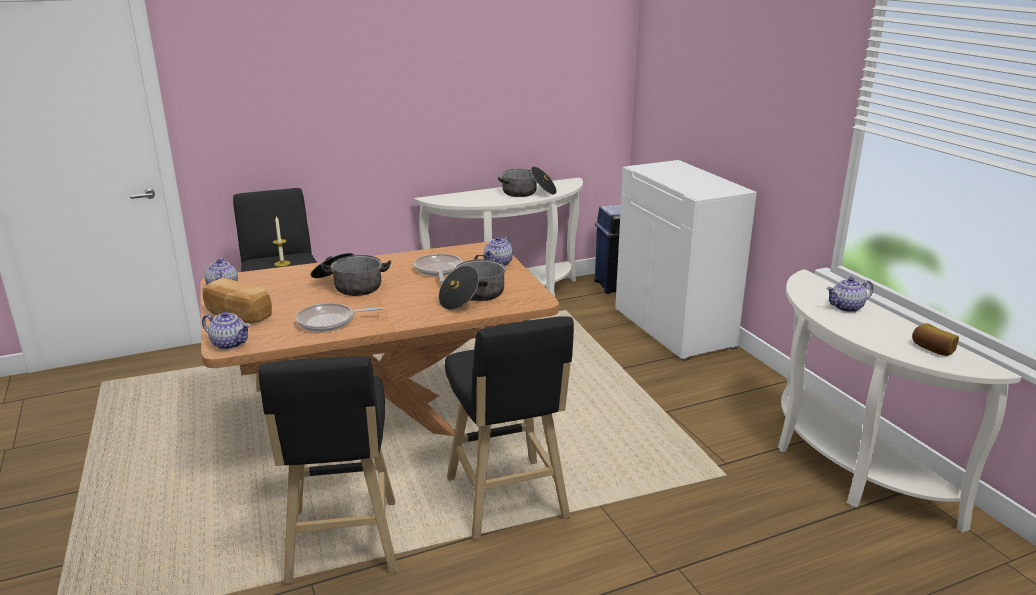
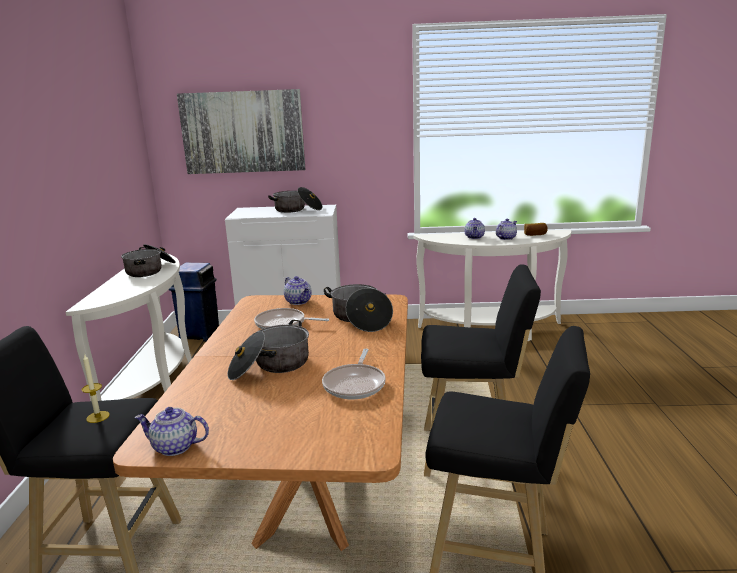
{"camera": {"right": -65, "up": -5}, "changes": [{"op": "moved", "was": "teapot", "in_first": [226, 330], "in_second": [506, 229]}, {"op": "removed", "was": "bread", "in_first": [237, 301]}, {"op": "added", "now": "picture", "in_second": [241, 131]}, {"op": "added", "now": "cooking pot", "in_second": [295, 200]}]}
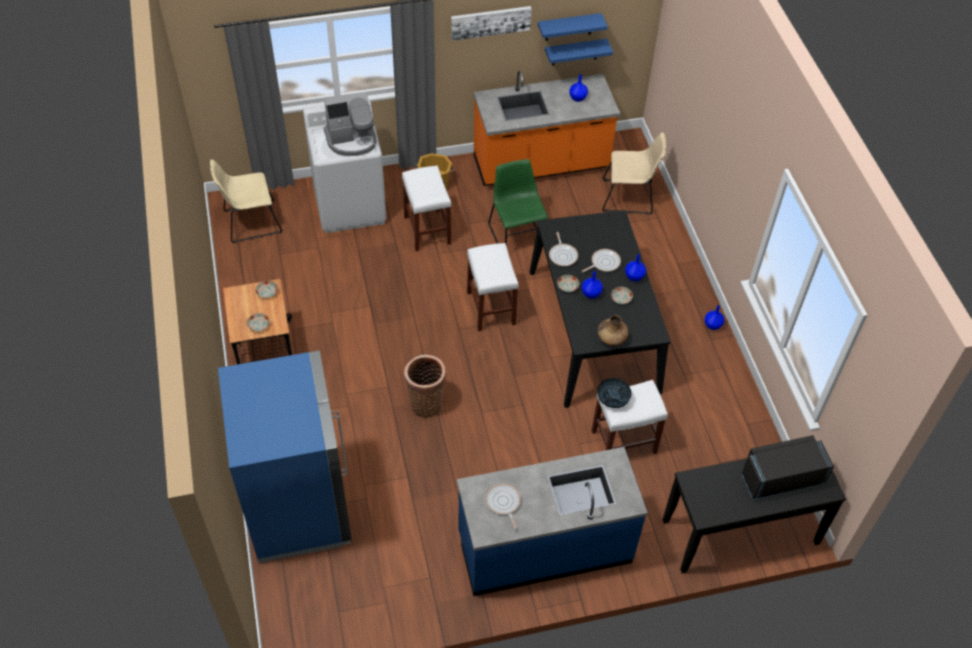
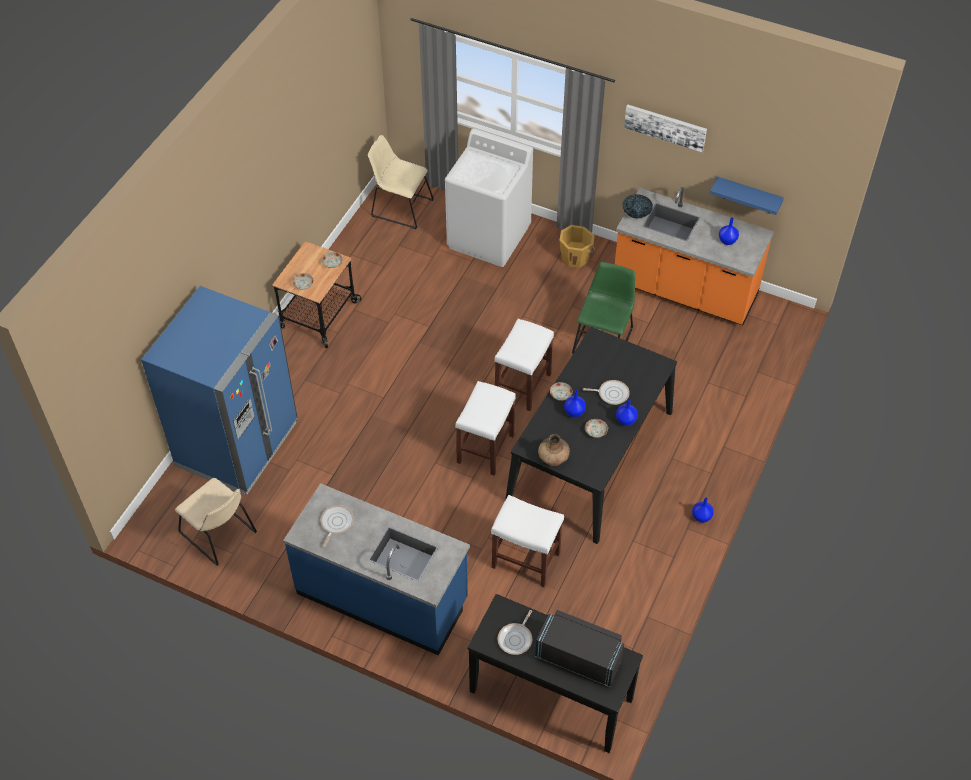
{"camera": {"right": 40, "up": 0}, "changes": [{"op": "removed", "was": "coffee machine", "in_first": [350, 124]}, {"op": "moved", "was": "stool (white)", "in_first": [427, 208], "in_second": [485, 428]}, {"op": "removed", "was": "basket", "in_first": [425, 386]}, {"op": "removed", "was": "shelf (blue)", "in_first": [573, 27]}, {"op": "moved", "was": "frying pan", "in_first": [563, 249], "in_second": [515, 632]}, {"op": "moved", "was": "bowl", "in_first": [614, 393], "in_second": [638, 206]}, {"op": "moved", "was": "chair (beige)", "in_first": [634, 173], "in_second": [216, 522]}]}
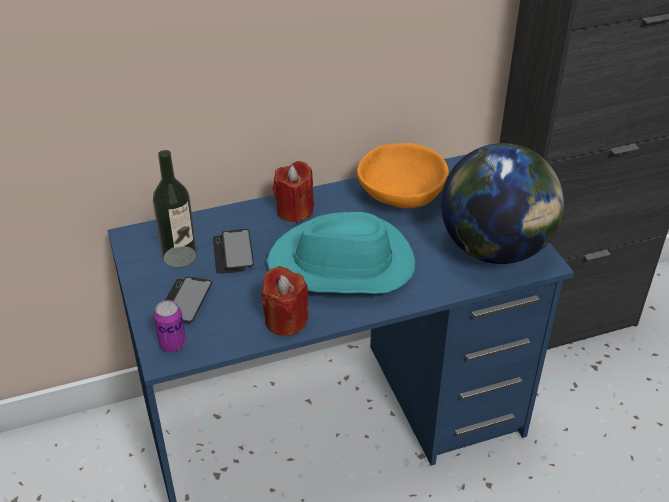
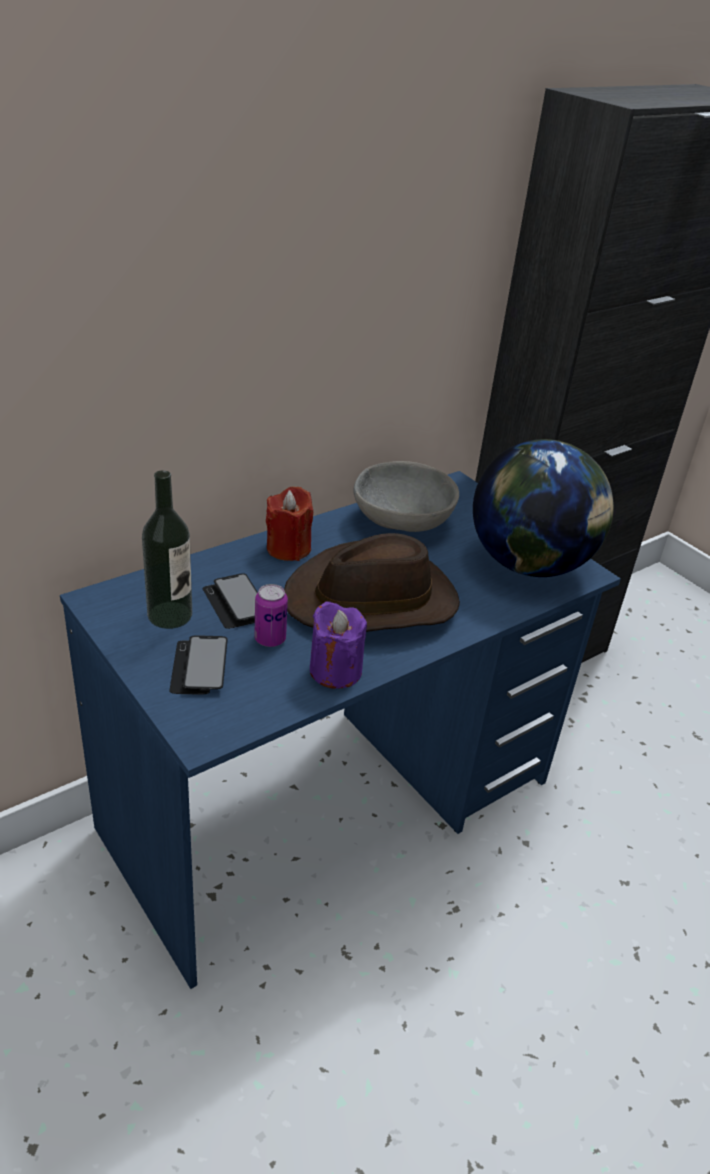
{"camera": {"right": -20, "up": -5}, "changes": [{"op": "moved", "was": "can", "in_first": [170, 326], "in_second": [271, 615]}, {"op": "recoloured", "was": "candle (red)", "now": "candle (purple)", "in_first": [285, 301], "in_second": [338, 645]}, {"op": "recoloured", "was": "hat (turquoise)", "now": "hat (brown)", "in_first": [341, 253], "in_second": [372, 582]}, {"op": "recoloured", "was": "bowl (orange)", "now": "bowl (grey)", "in_first": [403, 175], "in_second": [406, 496]}]}
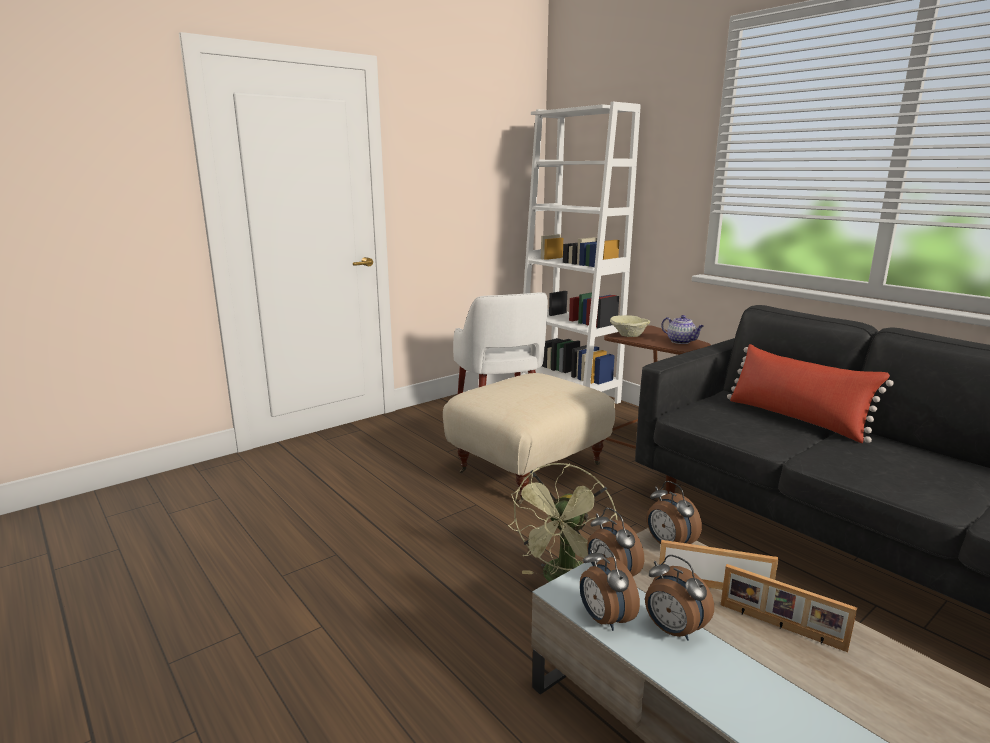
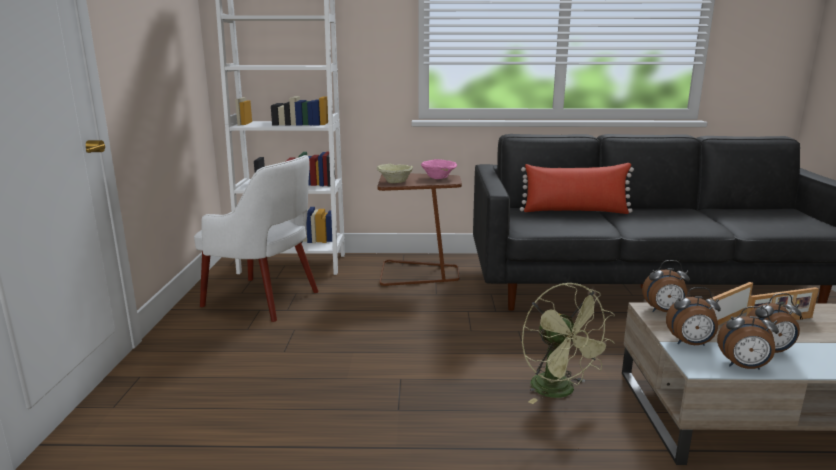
{"camera": {"right": -50, "up": 0}, "changes": [{"op": "removed", "was": "ottoman (beige)", "in_first": [529, 438]}, {"op": "replaced", "was": "teapot", "now": "bowl (pink)", "in_first": [682, 329], "in_second": [439, 169]}]}
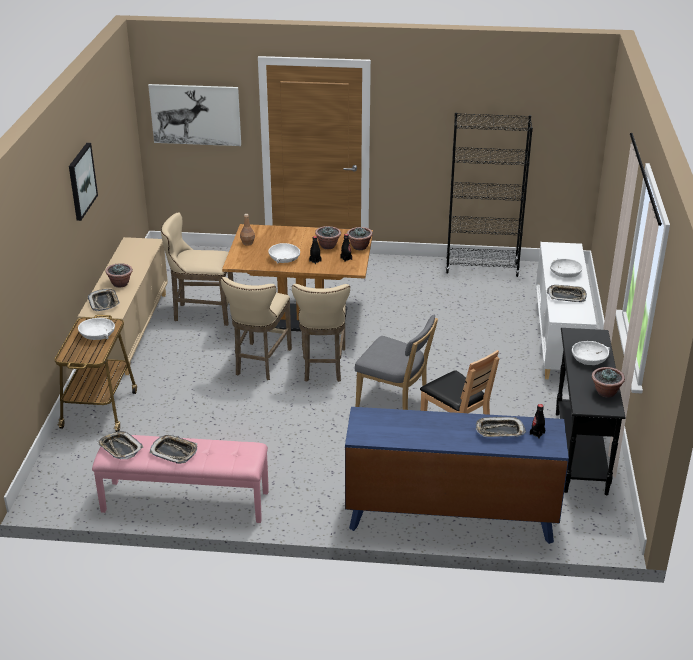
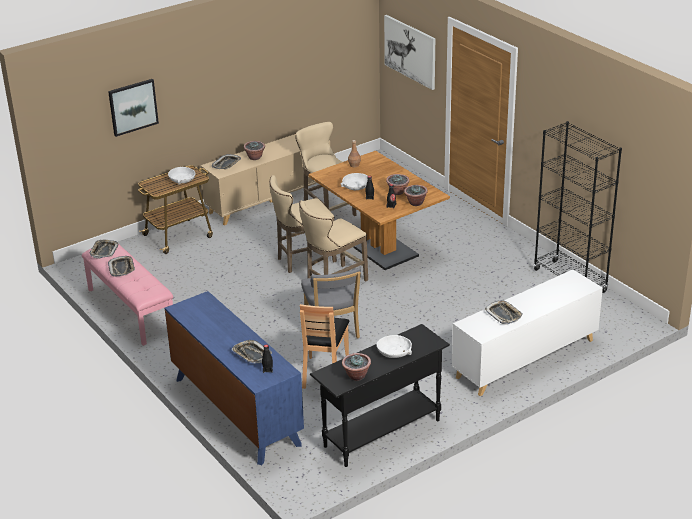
{"camera": {"right": 50, "up": 0}, "changes": [{"op": "moved", "was": "picture", "in_first": [83, 182], "in_second": [133, 108]}, {"op": "removed", "was": "bowl (white)", "in_first": [566, 268]}]}
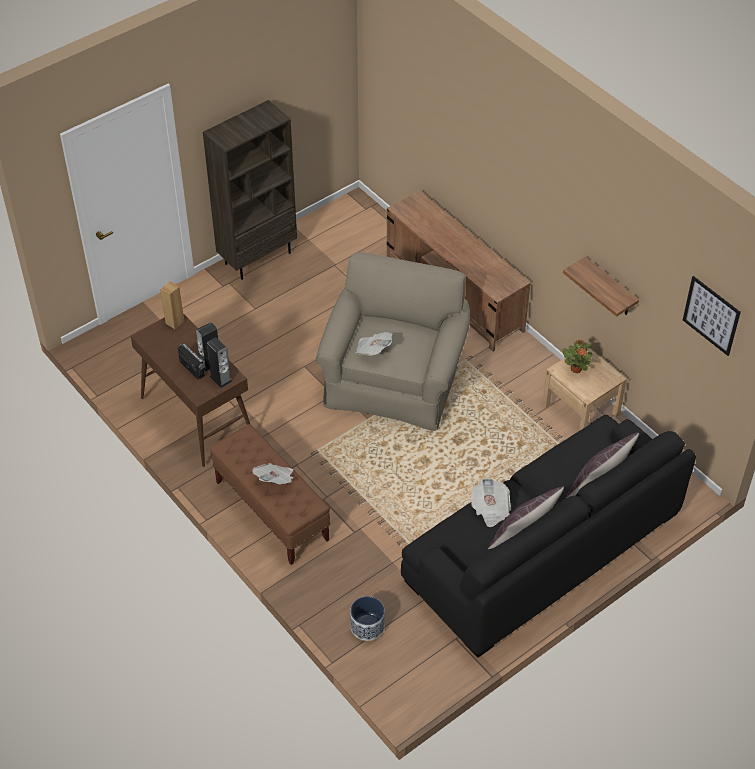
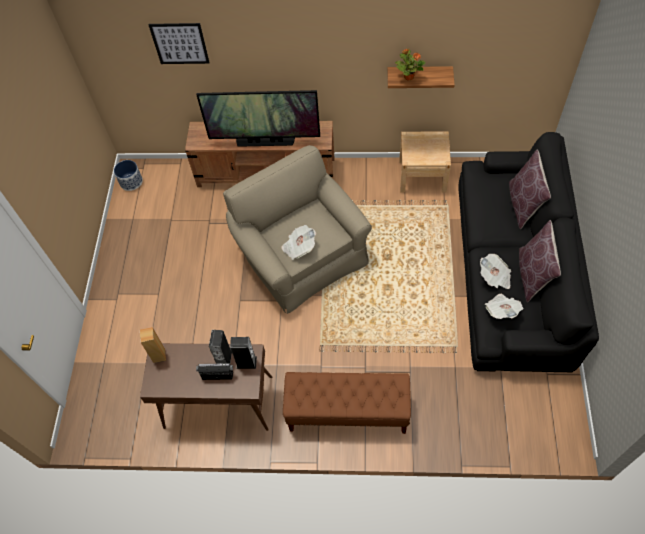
{"camera": {"right": -45, "up": 10}, "changes": [{"op": "removed", "was": "bookcase (brown)", "in_first": [250, 190]}, {"op": "moved", "was": "newspaper", "in_first": [272, 473], "in_second": [504, 306]}, {"op": "moved", "was": "planter", "in_first": [367, 618], "in_second": [128, 175]}, {"op": "moved", "was": "potted plant", "in_first": [577, 356], "in_second": [410, 65]}, {"op": "moved", "was": "picture", "in_first": [712, 316], "in_second": [179, 43]}, {"op": "added", "now": "television", "in_second": [258, 118]}]}
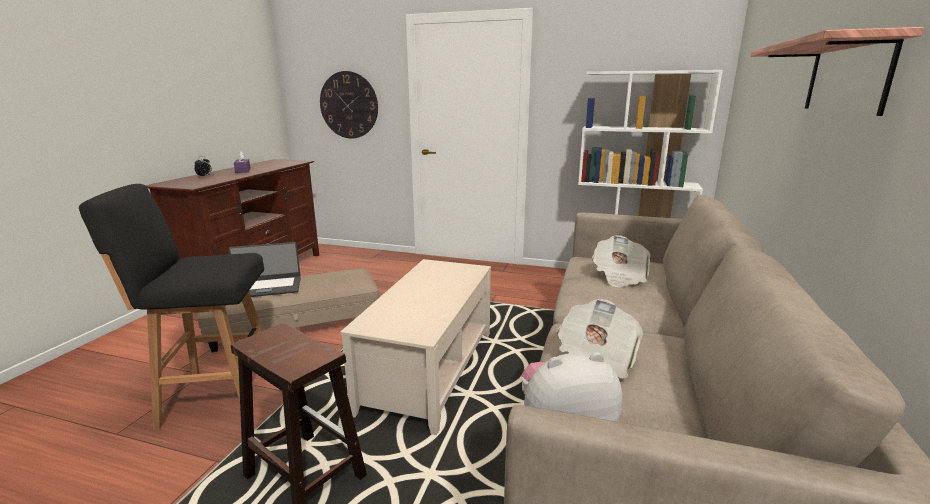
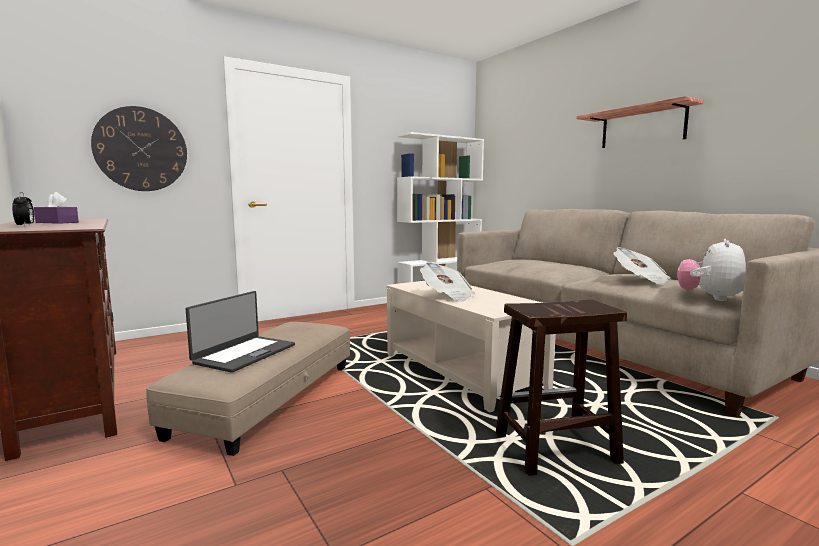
{"camera": {"right": -50, "up": -10}, "changes": [{"op": "removed", "was": "stool (black)", "in_first": [171, 307]}, {"op": "moved", "was": "newspaper", "in_first": [621, 261], "in_second": [447, 282]}]}
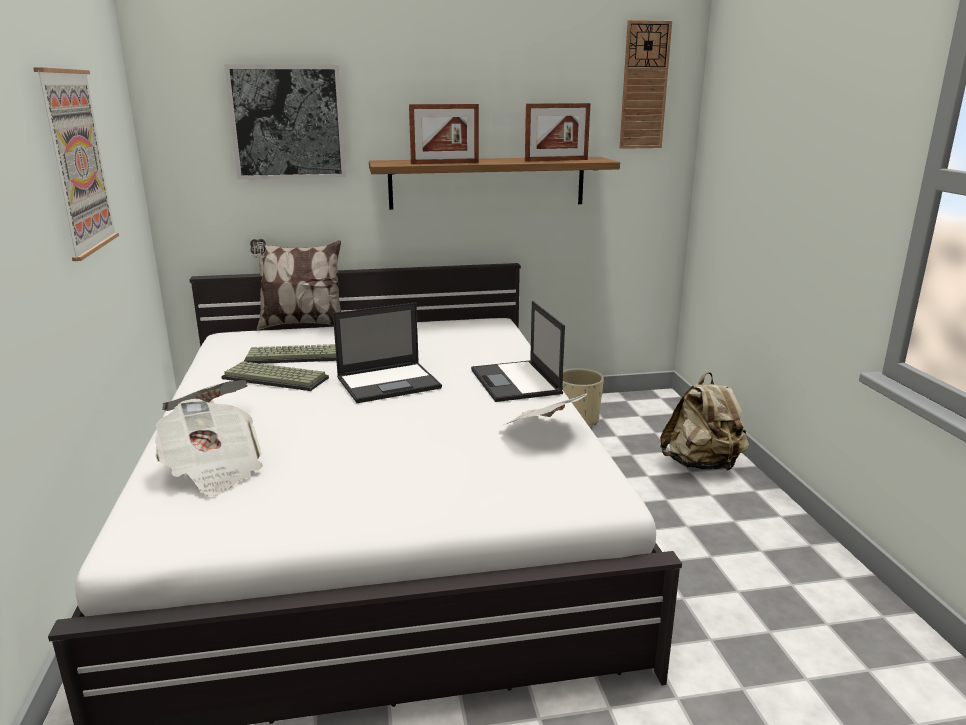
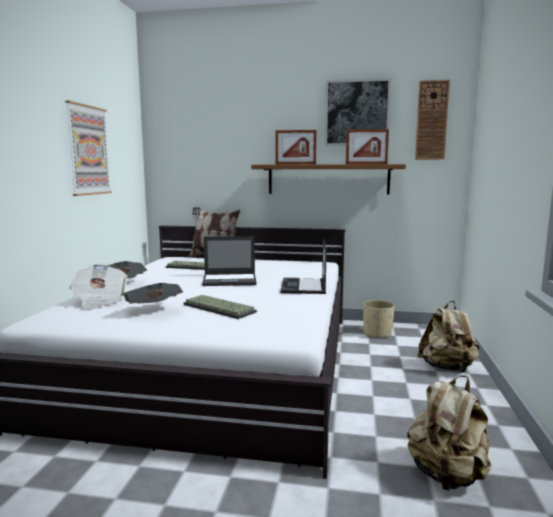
{"camera": {"right": 20, "up": -10}, "changes": [{"op": "moved", "was": "keyboard", "in_first": [275, 376], "in_second": [220, 307]}, {"op": "moved", "was": "picture", "in_first": [285, 121], "in_second": [358, 112]}, {"op": "moved", "was": "newspaper", "in_first": [547, 408], "in_second": [153, 293]}, {"op": "added", "now": "backpack (beige)", "in_second": [449, 433]}]}
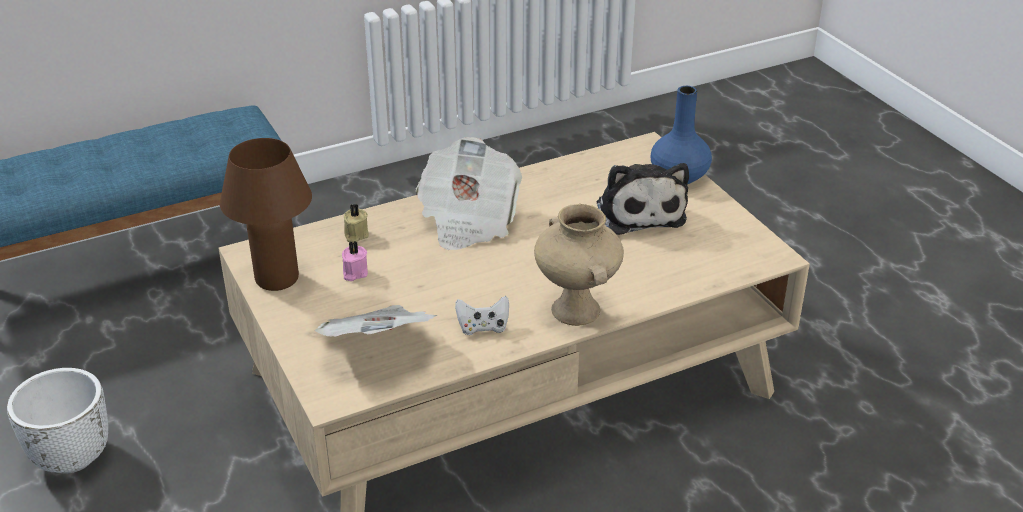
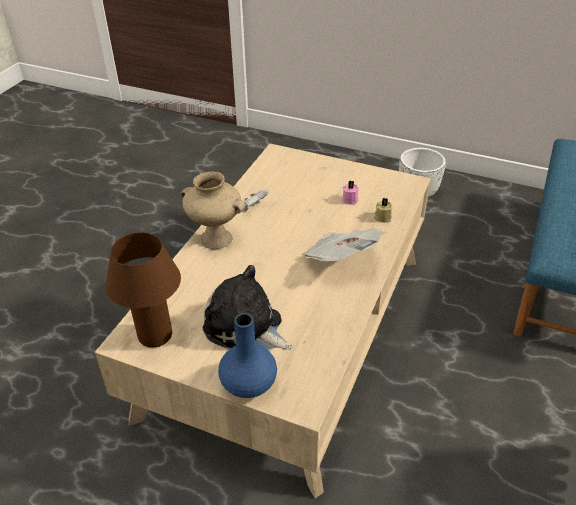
{"camera": {"right": 140, "up": 5}, "changes": [{"op": "moved", "was": "table lamp (brown)", "in_first": [266, 214], "in_second": [143, 290]}, {"op": "removed", "was": "newspaper", "in_first": [376, 321]}]}
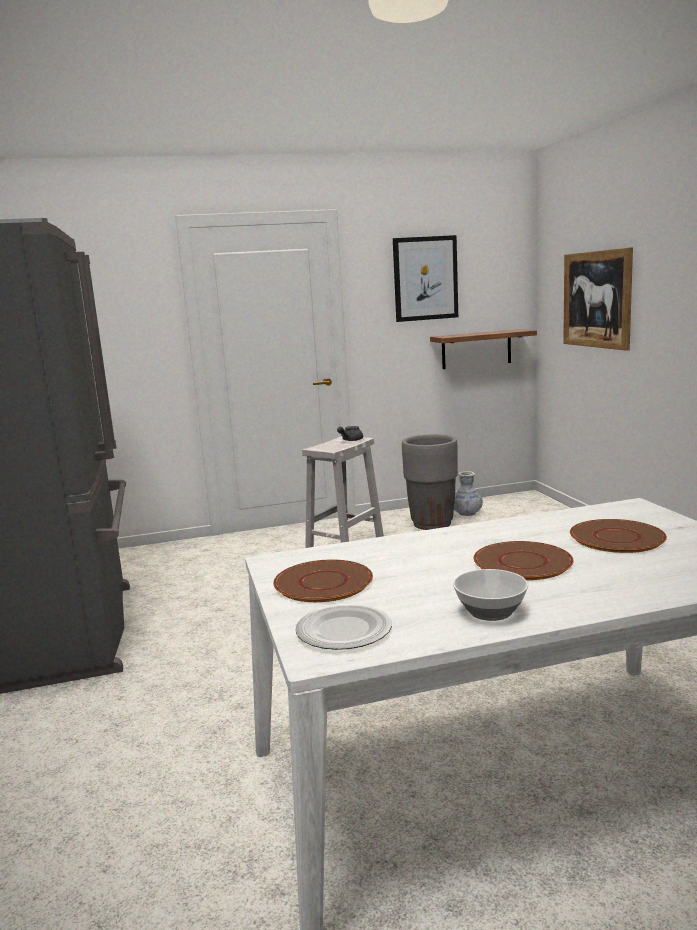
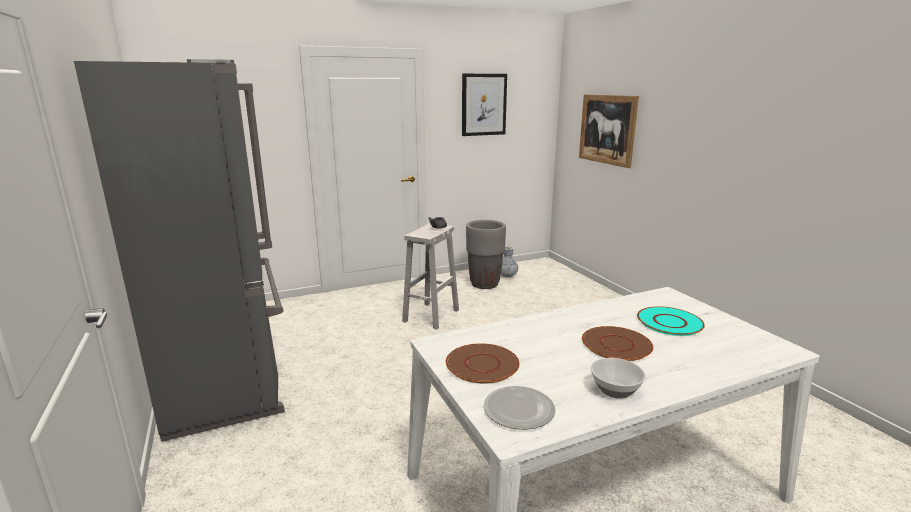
{"camera": {"right": -10, "up": 5}, "changes": [{"op": "removed", "was": "shelf", "in_first": [483, 349]}, {"op": "recoloured", "was": "plate (brown)", "now": "plate (turquoise)", "in_first": [618, 536], "in_second": [671, 321]}]}
